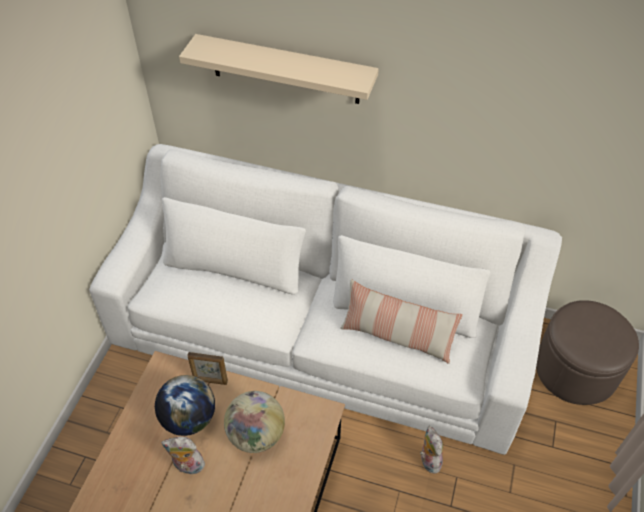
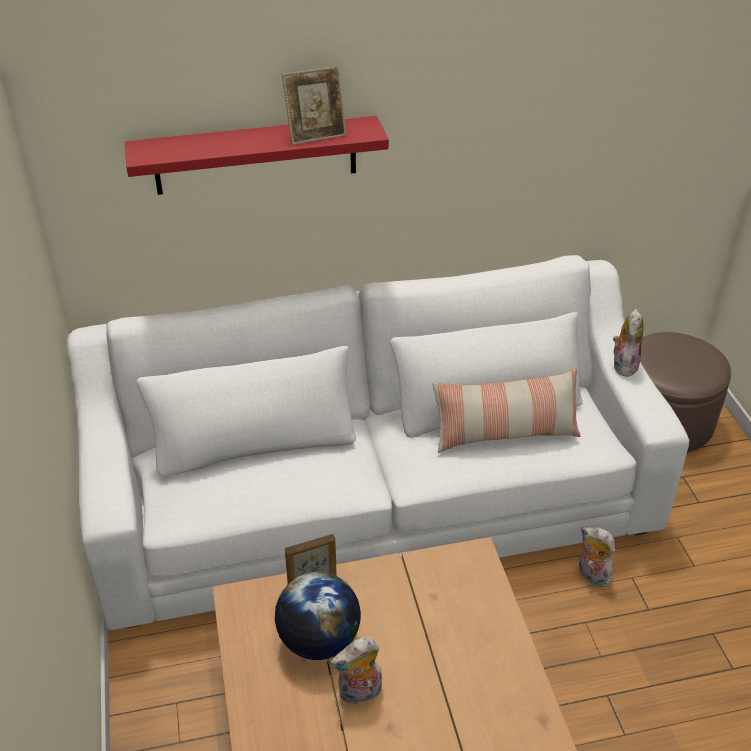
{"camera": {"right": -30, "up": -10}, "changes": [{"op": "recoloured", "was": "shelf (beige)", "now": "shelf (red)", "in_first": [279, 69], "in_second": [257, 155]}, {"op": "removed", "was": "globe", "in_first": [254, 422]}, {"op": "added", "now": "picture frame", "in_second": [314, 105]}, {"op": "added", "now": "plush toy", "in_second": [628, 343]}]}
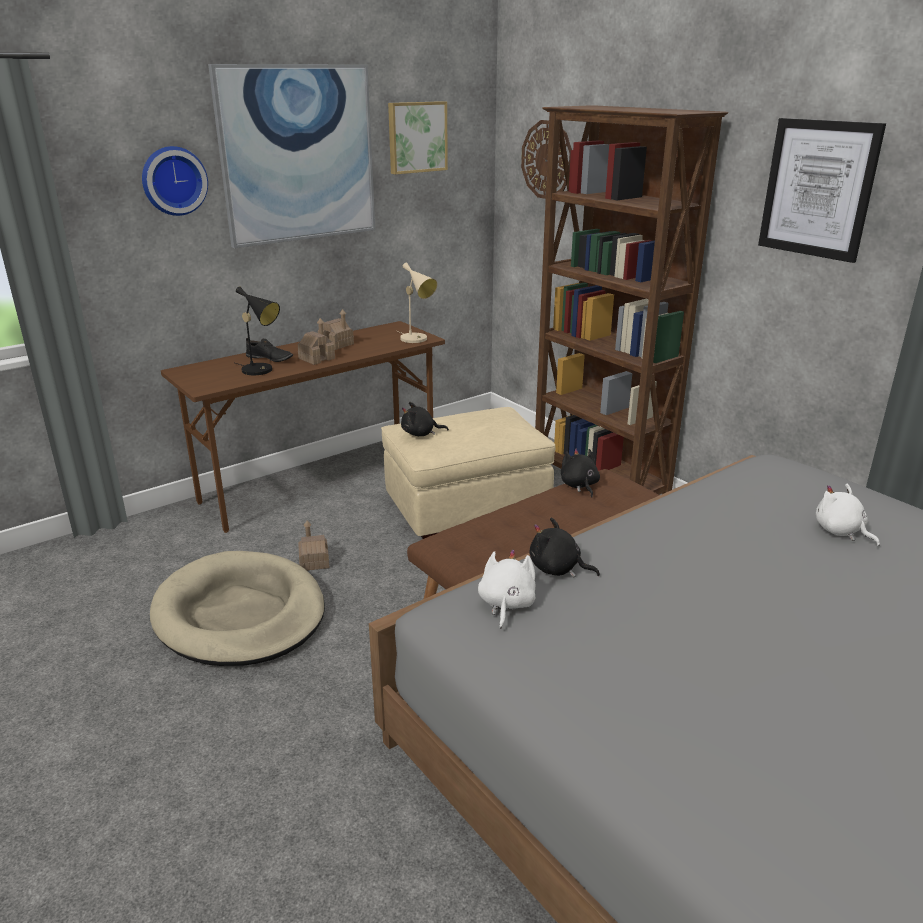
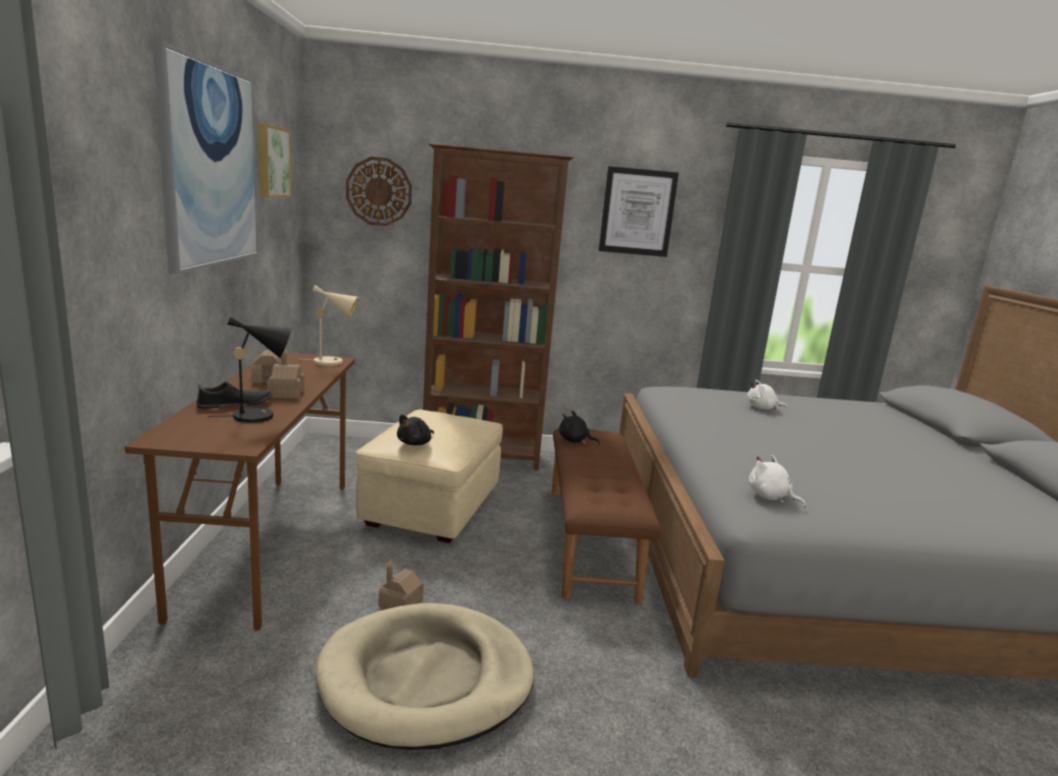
{"camera": {"right": -55, "up": -10}, "changes": [{"op": "removed", "was": "wall clock", "in_first": [175, 181]}, {"op": "removed", "was": "plush toy (black)", "in_first": [564, 547]}]}
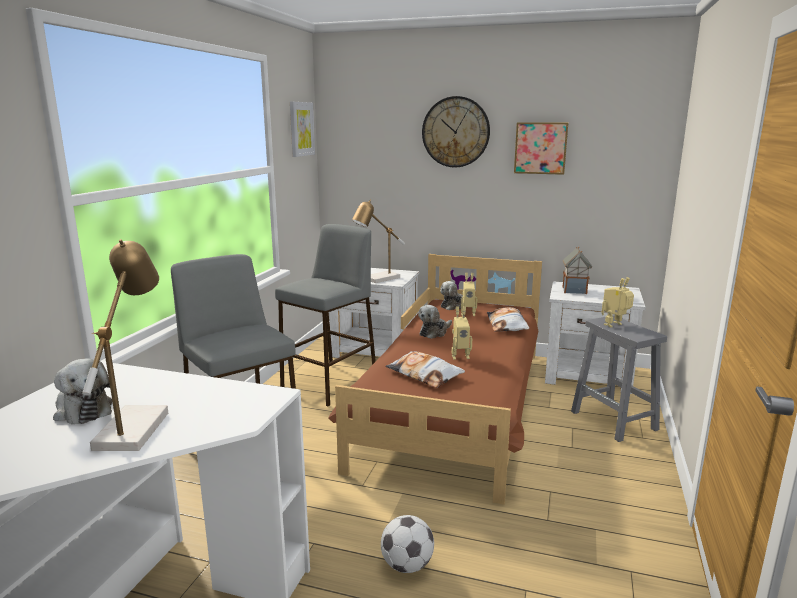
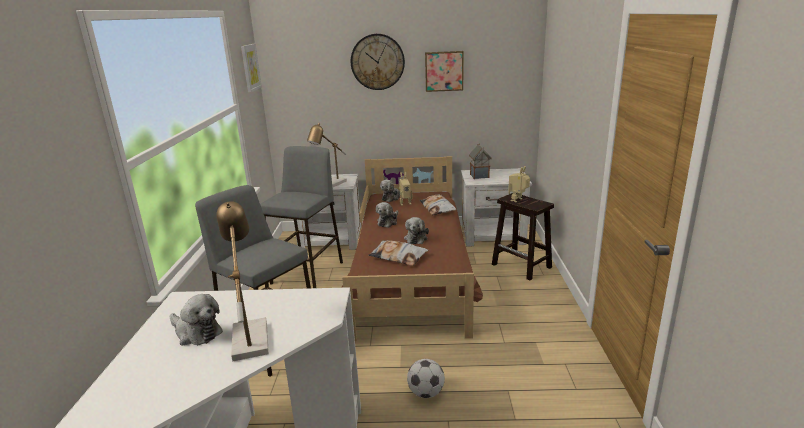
{"camera": {"right": -15, "up": 5}, "changes": [{"op": "replaced", "was": "toy robot", "now": "plush toy", "in_first": [462, 333], "in_second": [416, 230]}, {"op": "recoloured", "was": "stool (grey)", "now": "stool (brown)", "in_first": [619, 378], "in_second": [523, 237]}]}
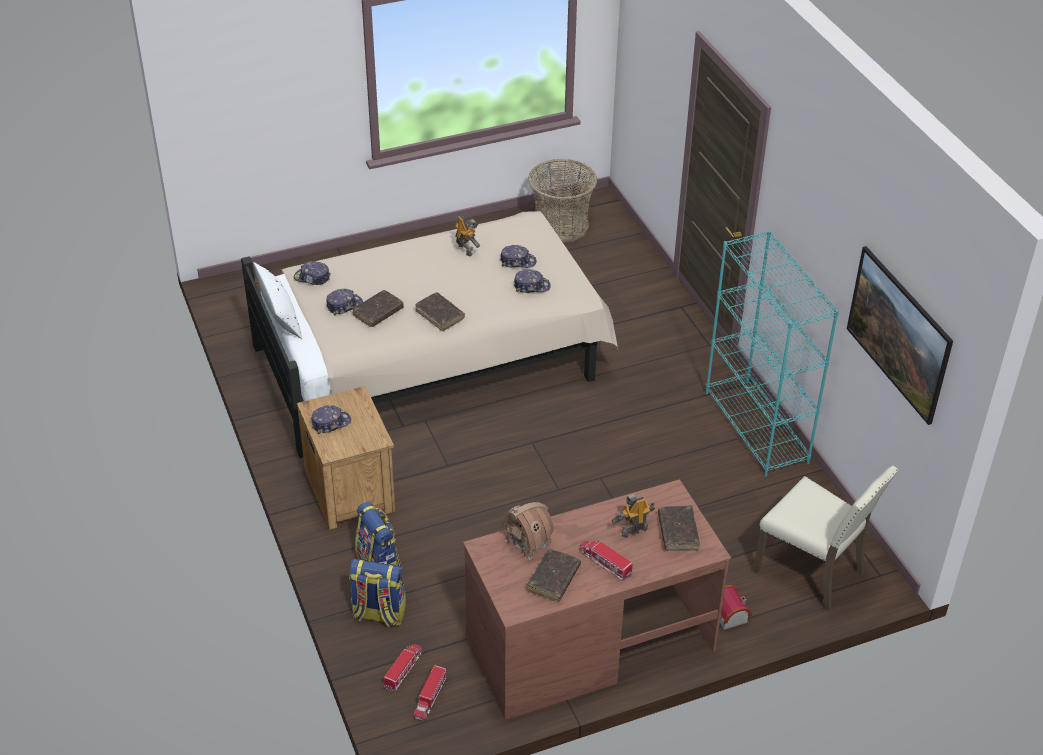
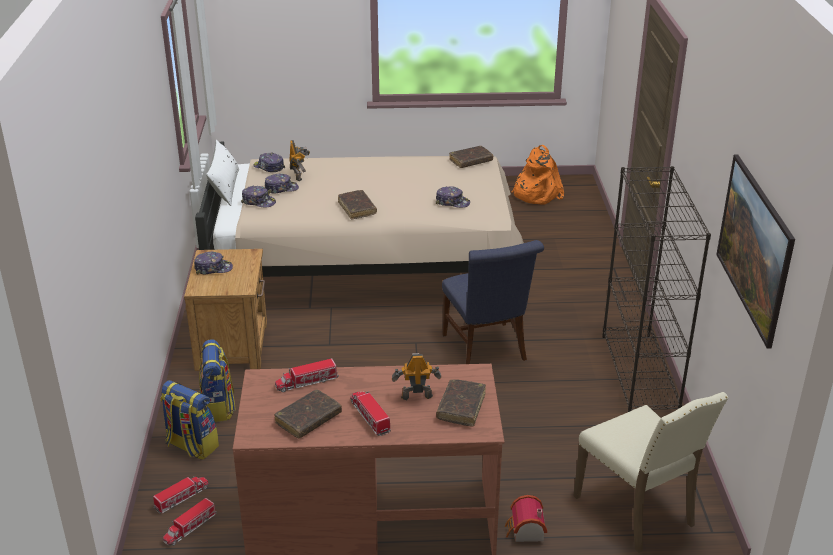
{"camera": {"right": 20, "up": -10}, "changes": [{"op": "moved", "was": "book (brown)", "in_first": [378, 308], "in_second": [471, 157]}, {"op": "moved", "was": "toy robot", "in_first": [467, 235], "in_second": [299, 160]}, {"op": "moved", "was": "cap", "in_first": [518, 256], "in_second": [258, 196]}, {"op": "replaced", "was": "toy house", "now": "toy truck", "in_first": [527, 531], "in_second": [307, 375]}, {"op": "replaced", "was": "basket", "now": "backpack (orange)", "in_first": [562, 200], "in_second": [538, 174]}, {"op": "recoloured", "was": "bookcase (turquoise)", "now": "bookcase (black)", "in_first": [772, 354], "in_second": [656, 289]}, {"op": "added", "now": "chair (blue)", "in_second": [493, 302]}]}
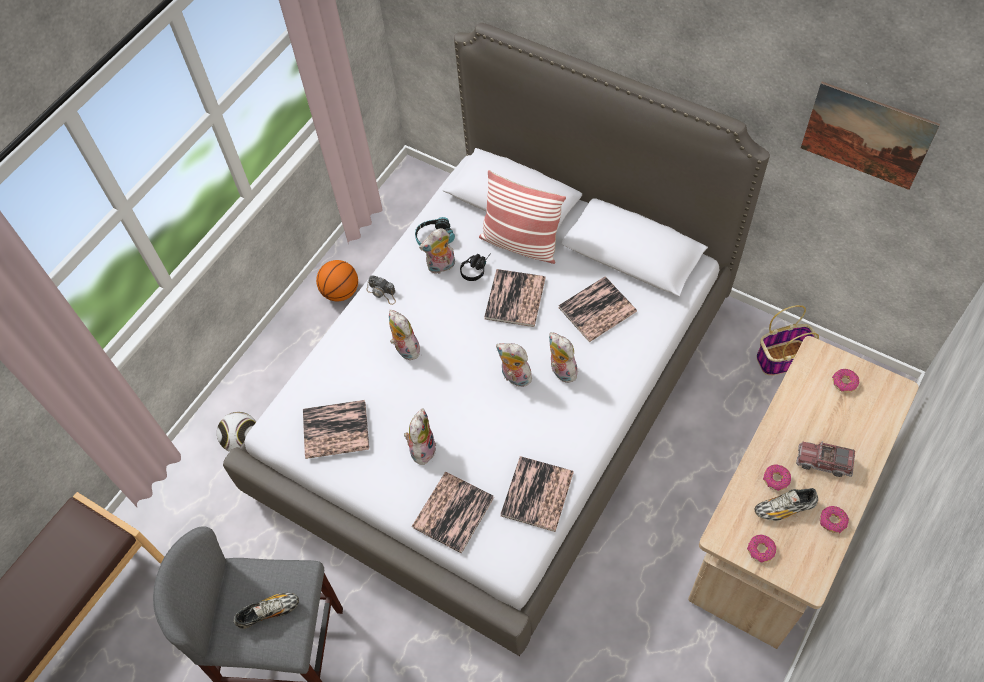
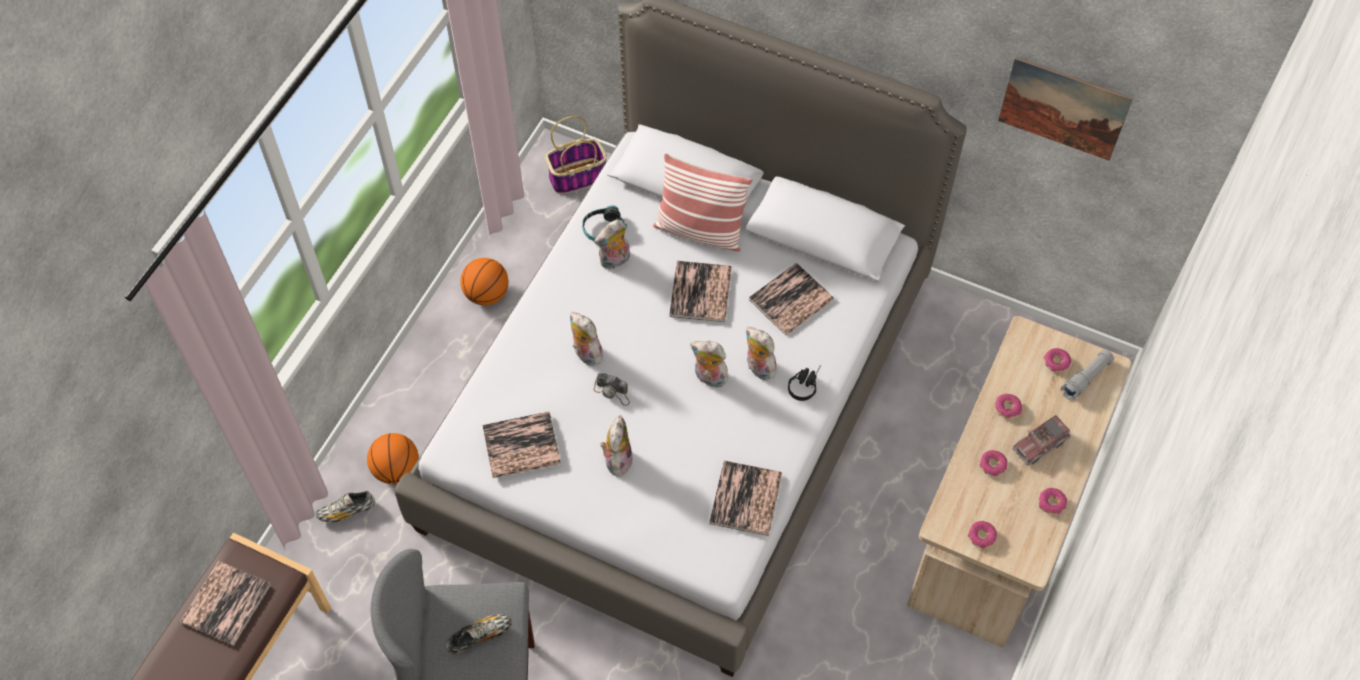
{"camera": {"right": -10, "up": 0}, "changes": [{"op": "replaced", "was": "football", "now": "basketball", "in_first": [236, 432], "in_second": [393, 458]}, {"op": "moved", "was": "photo camera", "in_first": [381, 290], "in_second": [612, 389]}, {"op": "moved", "was": "book", "in_first": [453, 513], "in_second": [225, 604]}, {"op": "moved", "was": "headphones (black)", "in_first": [475, 267], "in_second": [804, 384]}, {"op": "moved", "was": "shoe", "in_first": [786, 504], "in_second": [345, 507]}, {"op": "moved", "was": "basket", "in_first": [788, 340], "in_second": [576, 155]}, {"op": "turned", "was": "toy truck", "in_first": [825, 459], "in_second": [1041, 440], "clockwise": -45}, {"op": "added", "now": "donut", "in_second": [1008, 406]}, {"op": "added", "now": "flashlight (grey)", "in_second": [1087, 374]}]}
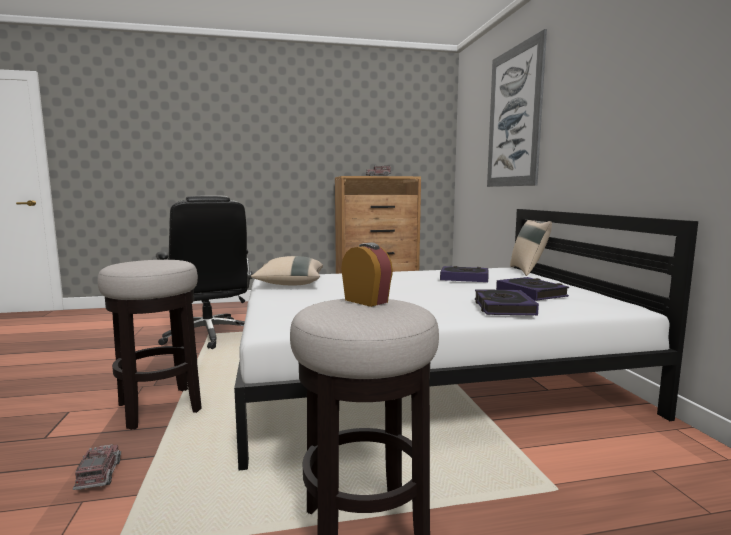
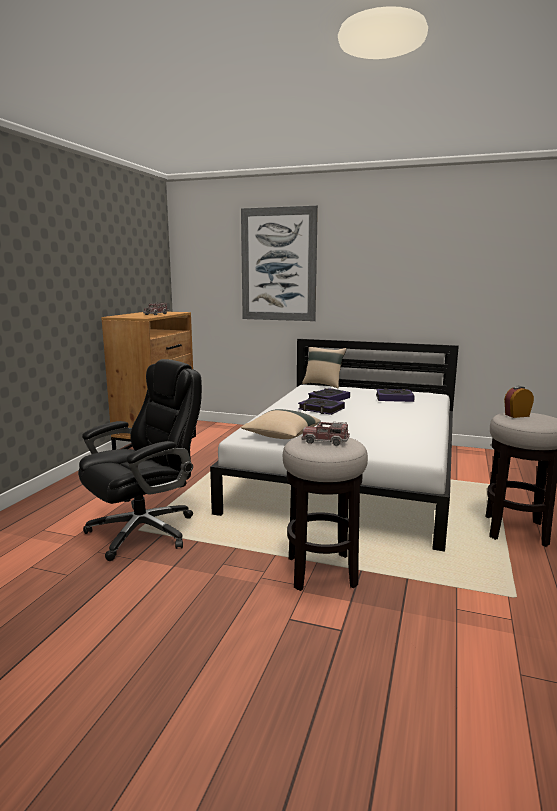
{"camera": {"right": -60, "up": 5}, "changes": [{"op": "moved", "was": "toy truck", "in_first": [97, 467], "in_second": [325, 433]}, {"op": "turned", "was": "office chair (black)", "in_first": [204, 272], "in_second": [140, 460], "clockwise": -45}, {"op": "moved", "was": "book", "in_first": [507, 302], "in_second": [321, 406]}]}
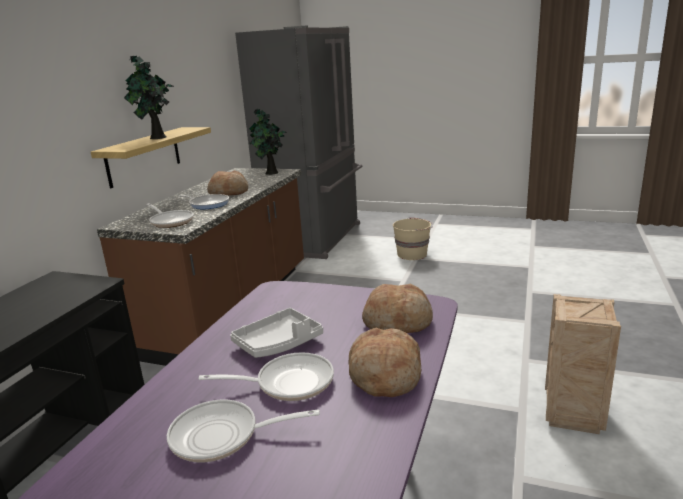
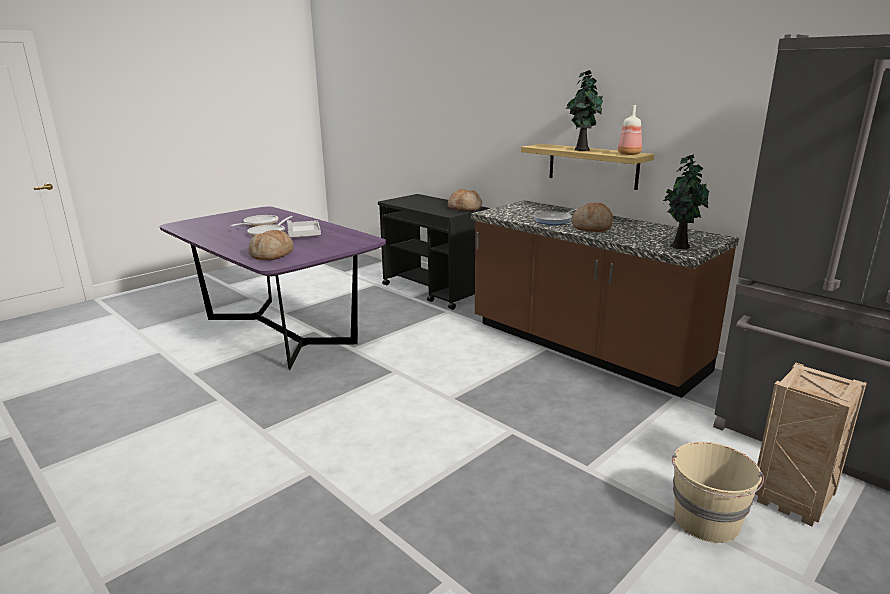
{"camera": {"right": 115, "up": 0}, "changes": [{"op": "removed", "was": "frying pan", "in_first": [170, 215]}, {"op": "moved", "was": "bread", "in_first": [385, 362], "in_second": [465, 200]}, {"op": "moved", "was": "crate", "in_first": [583, 364], "in_second": [811, 444]}, {"op": "added", "now": "bottle", "in_second": [630, 130]}]}
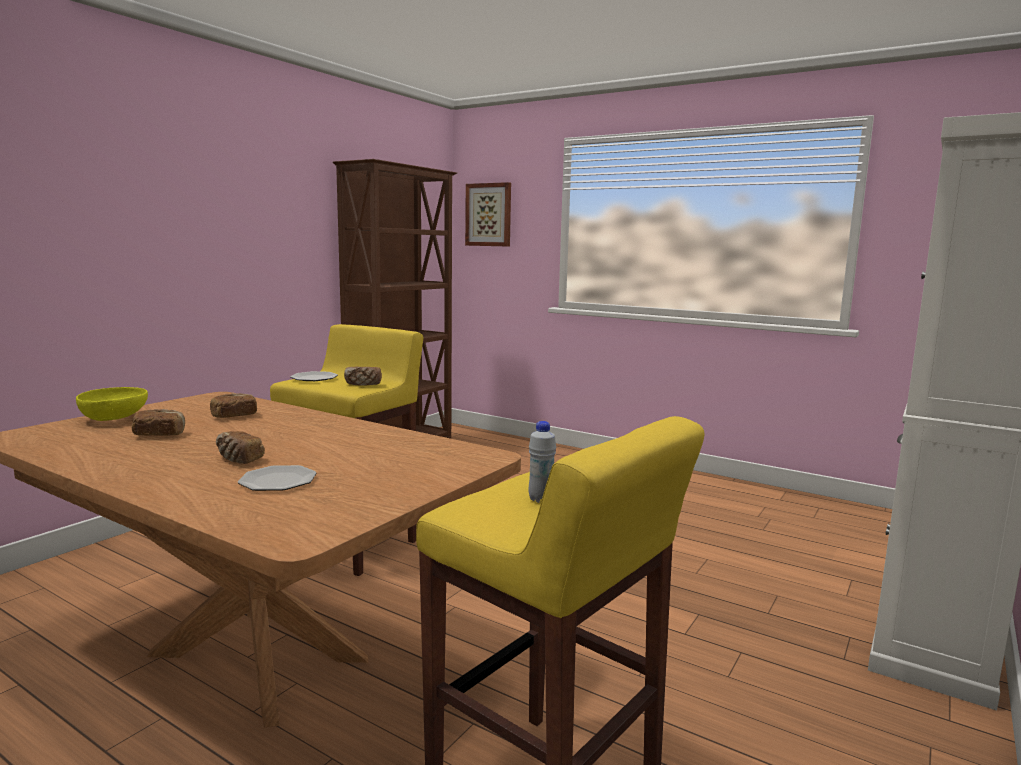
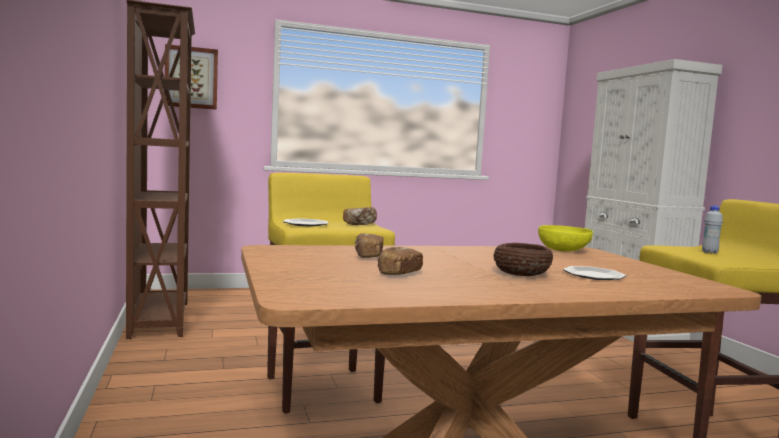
{"camera": {"right": -50, "up": -5}, "changes": [{"op": "moved", "was": "bowl (yellow)", "in_first": [112, 404], "in_second": [565, 238]}, {"op": "replaced", "was": "bread", "now": "bowl (brown)", "in_first": [240, 447], "in_second": [523, 259]}]}
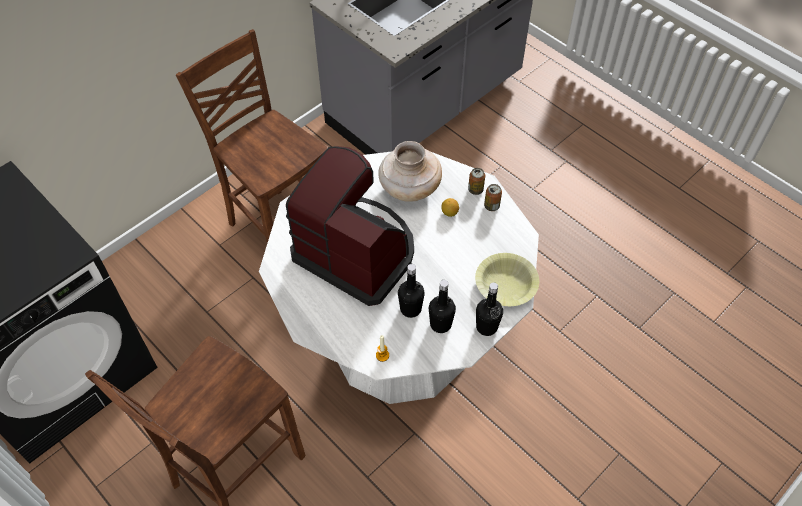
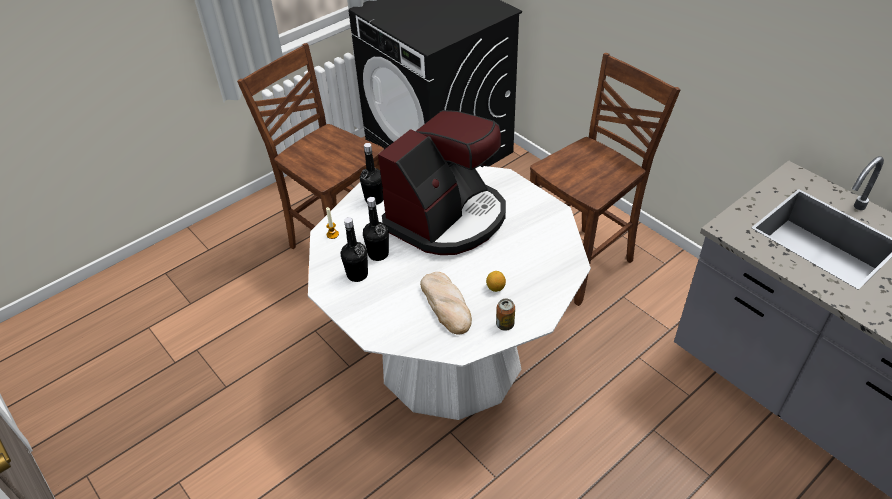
{"camera": {"right": 95, "up": -10}, "changes": [{"op": "removed", "was": "vase (beige)", "in_first": [410, 171]}, {"op": "removed", "was": "can", "in_first": [476, 181]}, {"op": "removed", "was": "bowl (yellow)", "in_first": [507, 279]}, {"op": "moved", "was": "bottle (black)", "in_first": [489, 309], "in_second": [372, 174]}, {"op": "added", "now": "bread", "in_second": [446, 303]}]}
